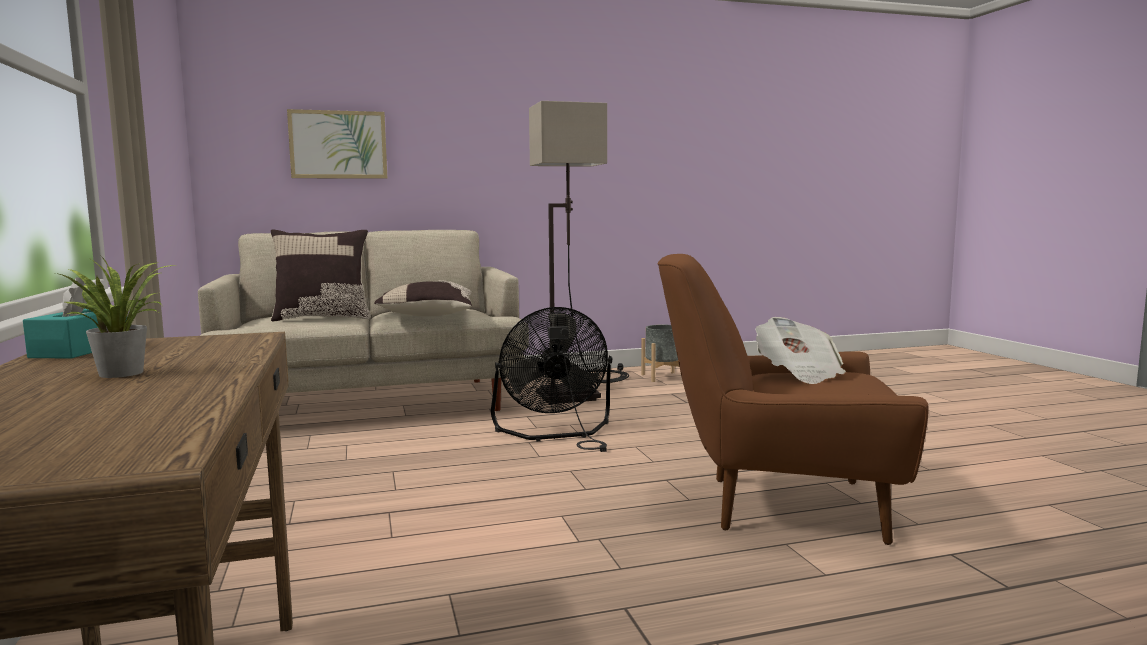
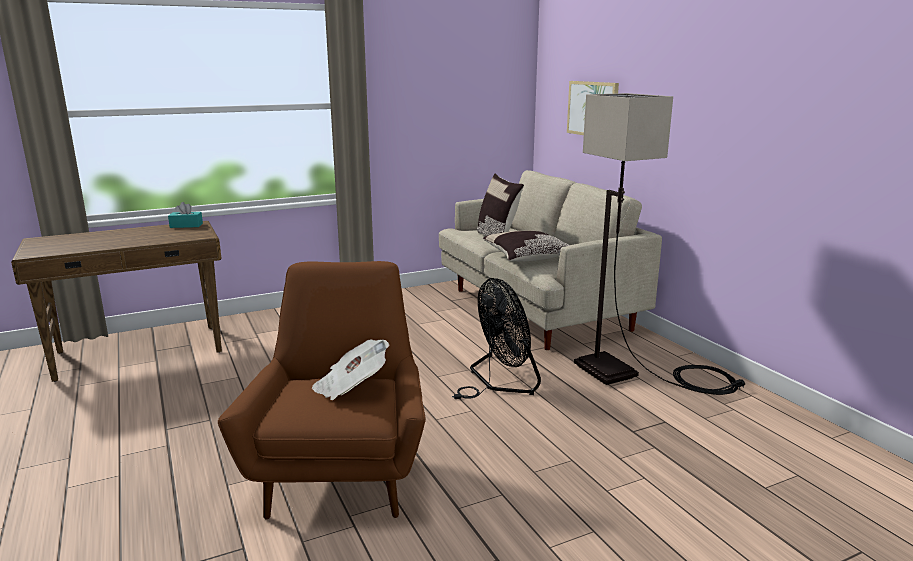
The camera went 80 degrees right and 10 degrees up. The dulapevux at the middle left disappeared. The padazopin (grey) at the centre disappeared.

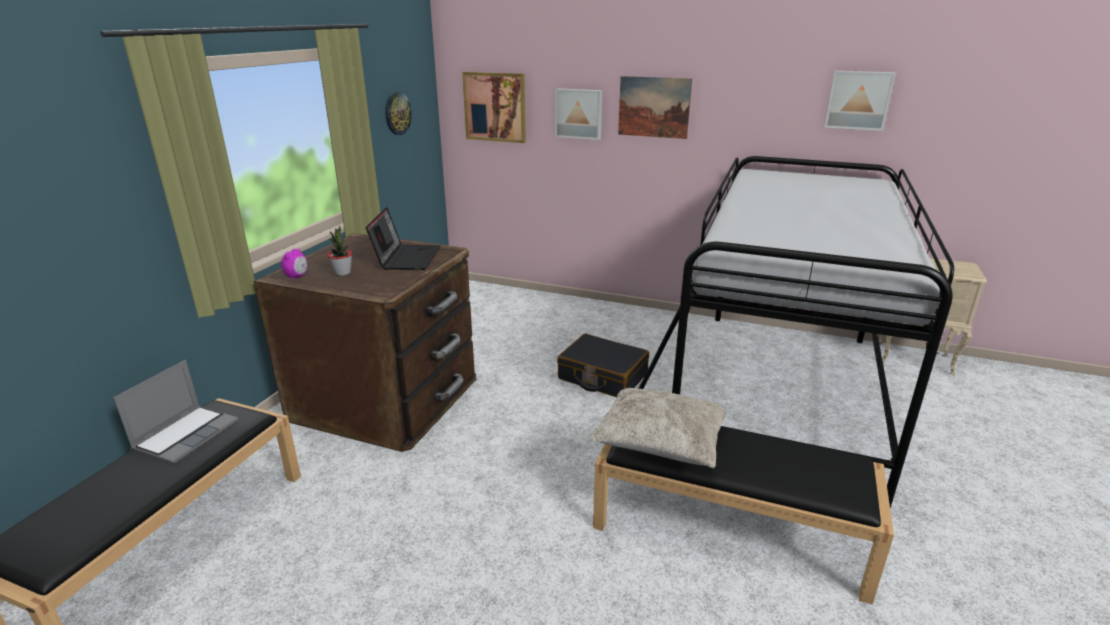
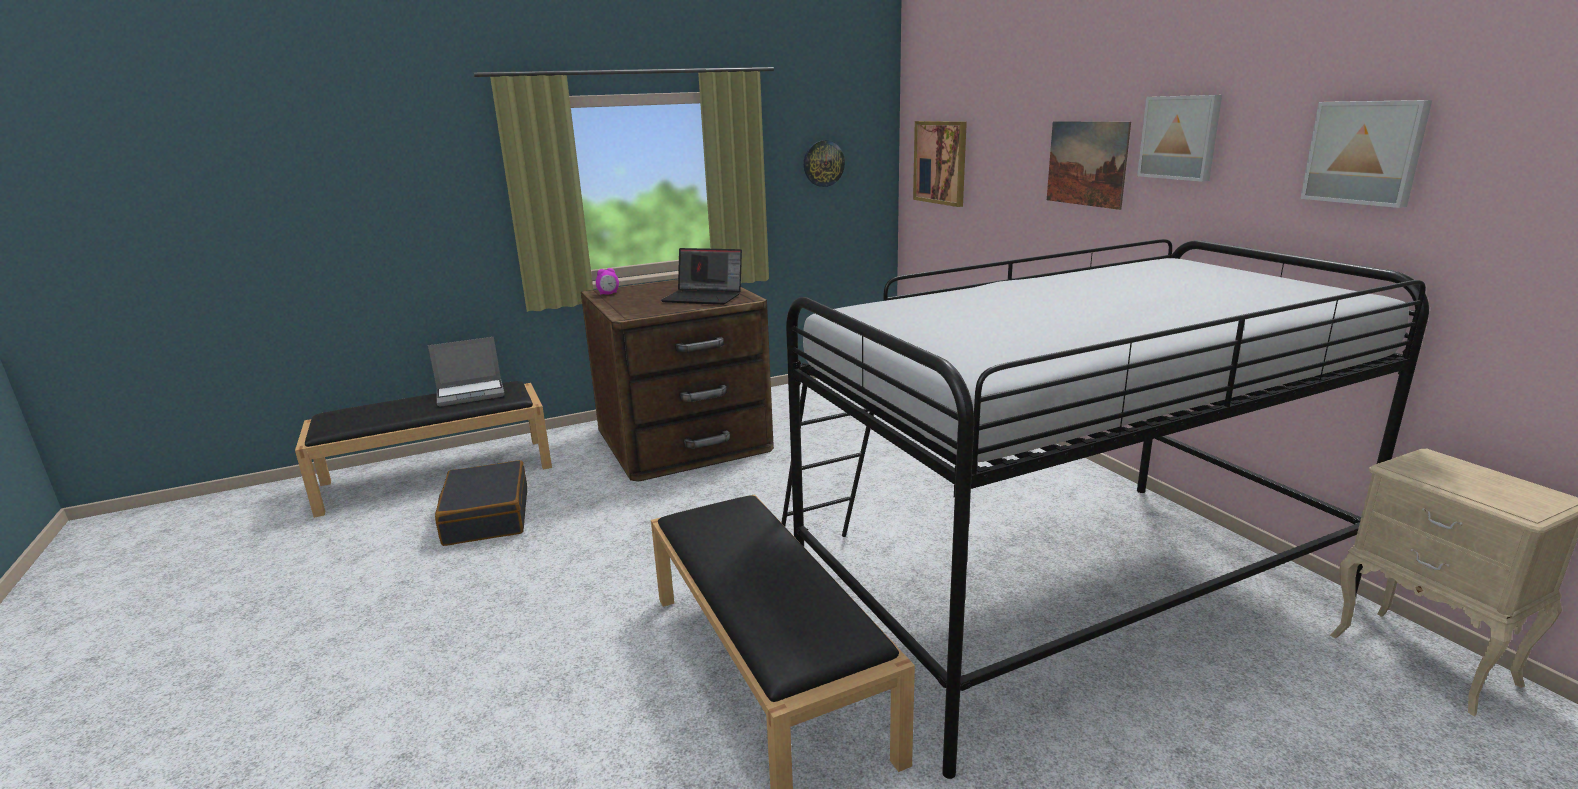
The camera went 45 degrees right and 5 degrees down. The dulapevux at the middle left disappeared. The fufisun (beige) at the bottom centre disappeared. The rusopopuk (no. 2 from left in the first image) moved from the top centre to the top right. The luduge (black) moved from the centre to the middle left. The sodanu (no. 2 from left) at the centre turned 60 degrees clockwise.

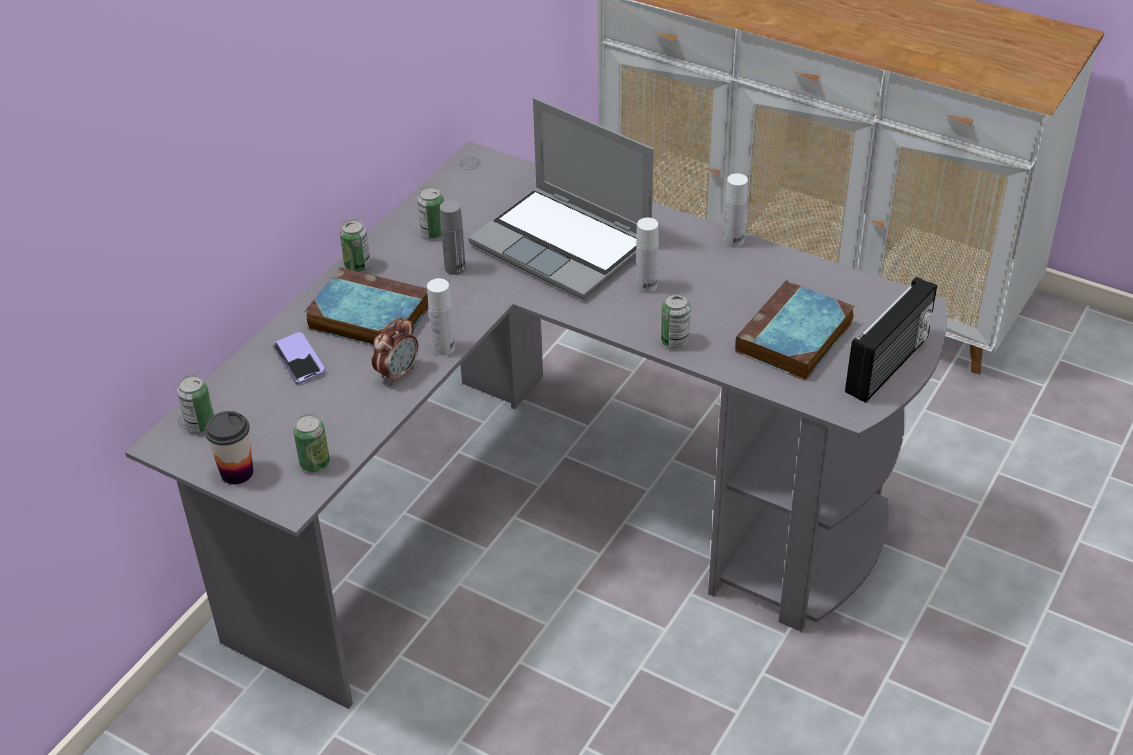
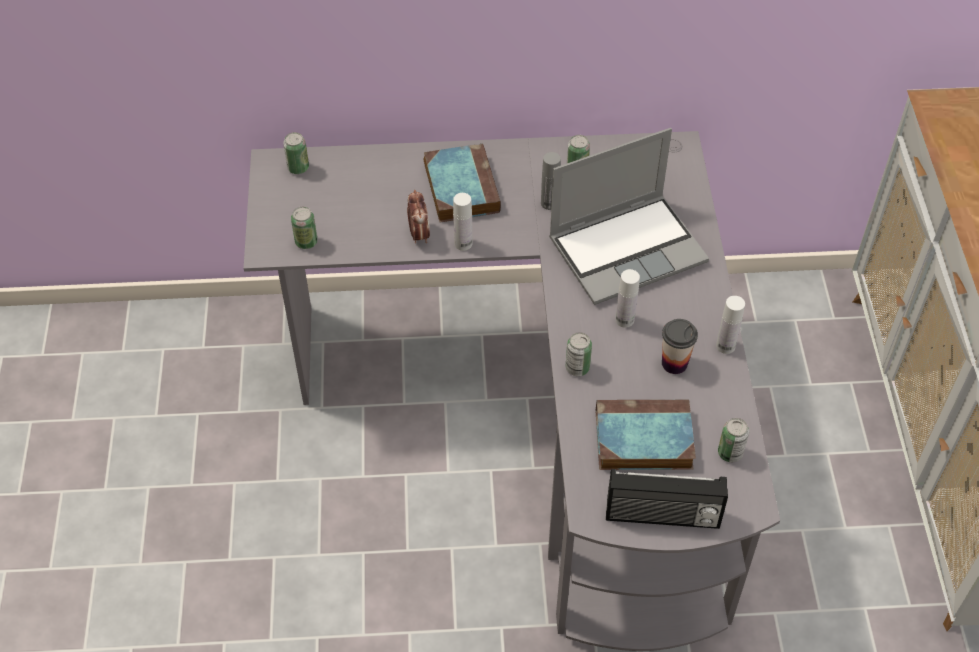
The camera went 55 degrees right and 10 degrees up. The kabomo at the middle left disappeared. The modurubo moved from the middle left to the middle right. The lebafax (no. 3 from left in the first image) moved from the top left to the bottom right. The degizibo at the centre turned 105 degrees counterclockwise. The sodanu at the top centre turned 120 degrees counterclockwise.

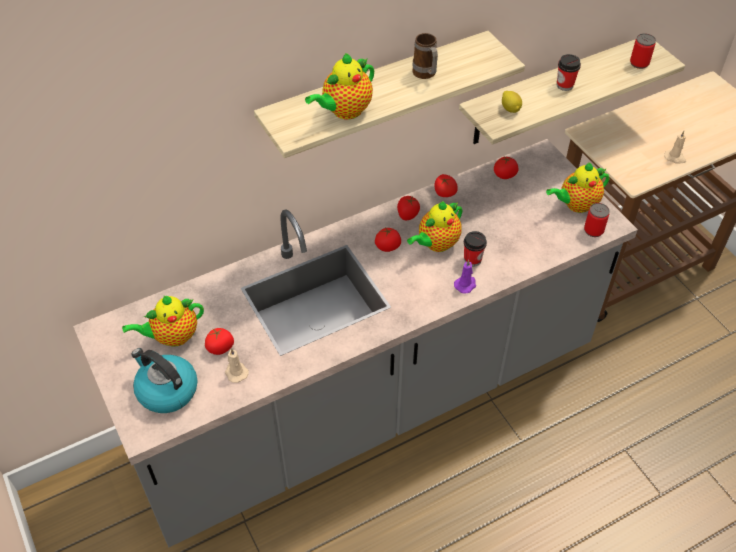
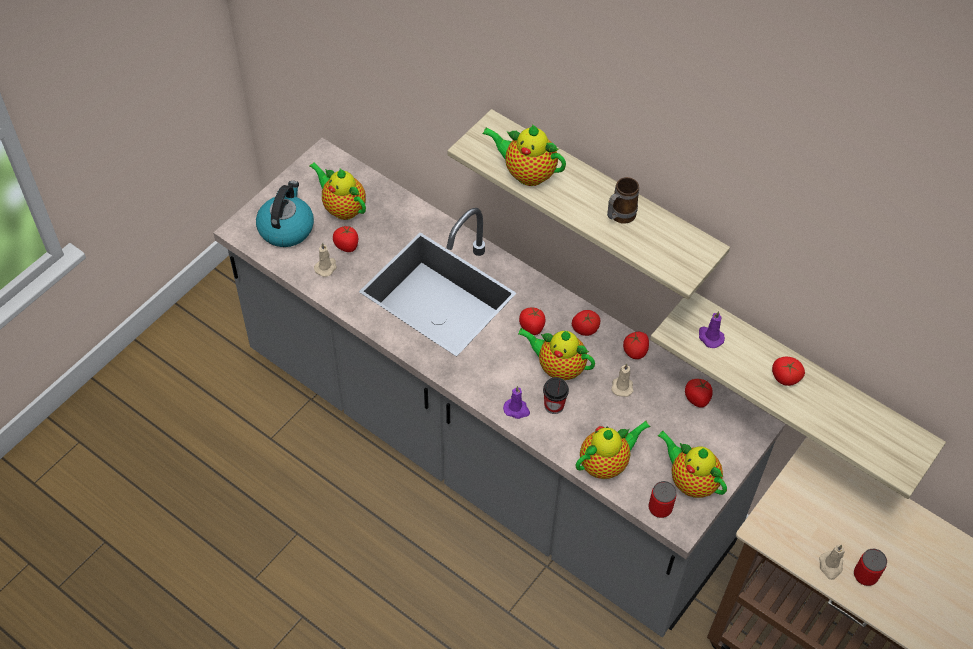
The camera went 65 degrees right and 5 degrees up. The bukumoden (no. 4 from left) at the bottom centre appeared. The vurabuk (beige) (no. 2 from left) at the centre appeared. The lebafax (no. 2 from left) moved from the top right to the bottom right. The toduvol at the top right was replaced by the vurabuk (purple) (no. 2 from left) at the middle right. The modurubo (no. 2 from left) at the top right was replaced by the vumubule (no. 6 from left) at the middle right.

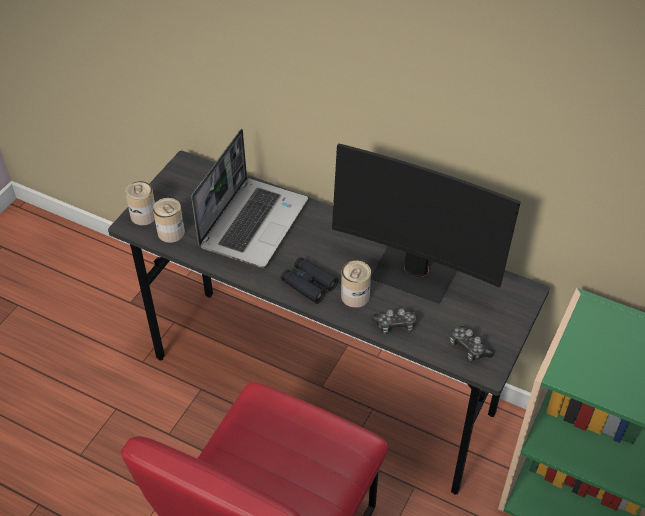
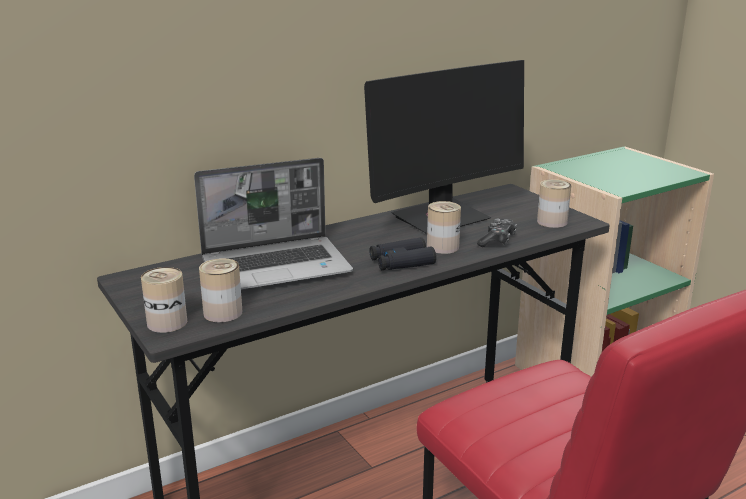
The camera went 60 degrees left and 25 degrees down. The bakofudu (no. 2 from left) at the middle right was replaced by the lebafax (no. 4 from left) at the middle right. The sodanu at the centre turned 105 degrees clockwise.

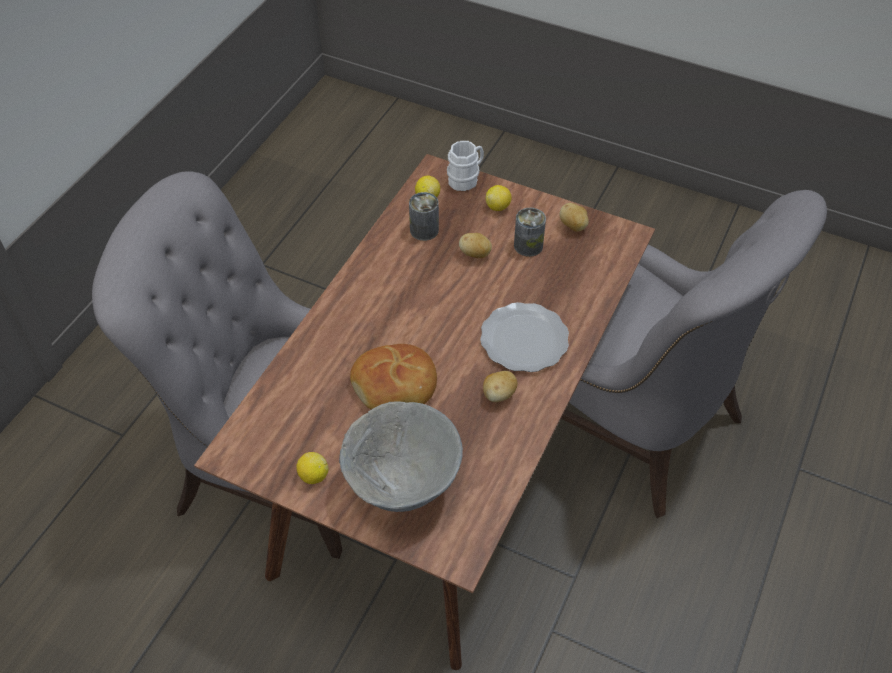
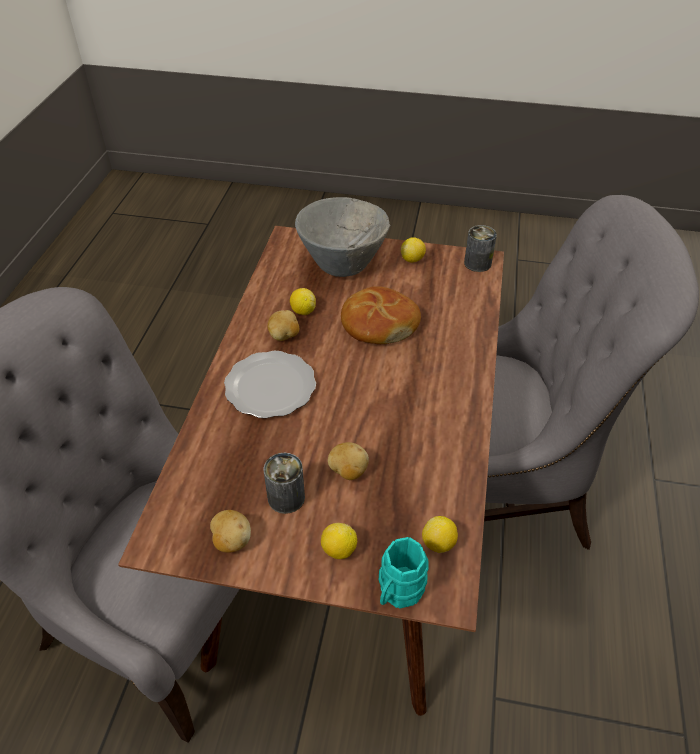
The camera went 165 degrees right and 5 degrees down. The toduvol (no. 1 from left) at the centre appeared. The lebafax (no. 1 from left in the first image) moved from the top centre to the top right. The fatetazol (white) at the top centre became the fatetazol (turquoise) at the bottom centre.

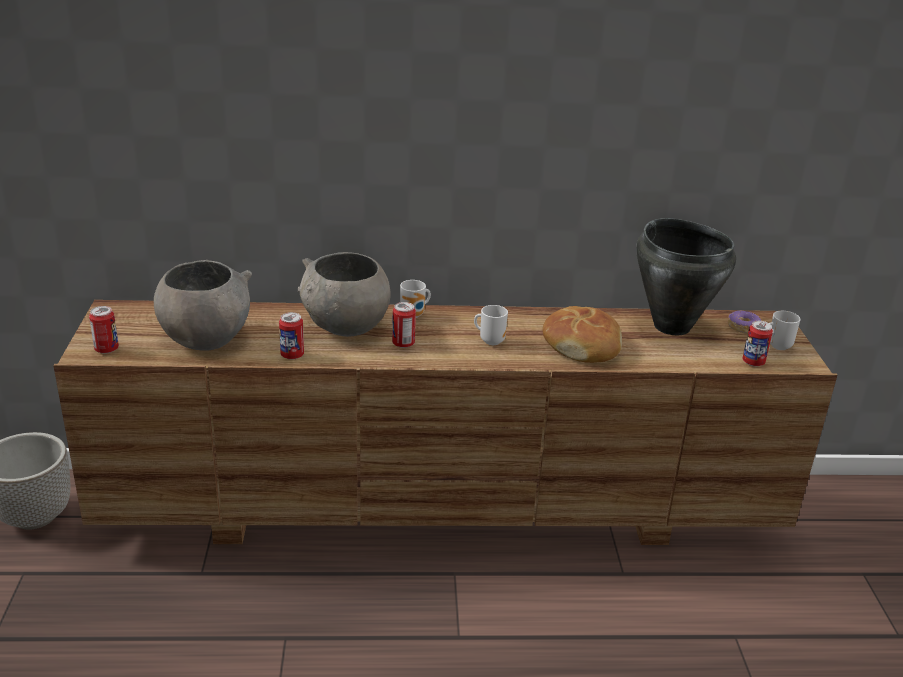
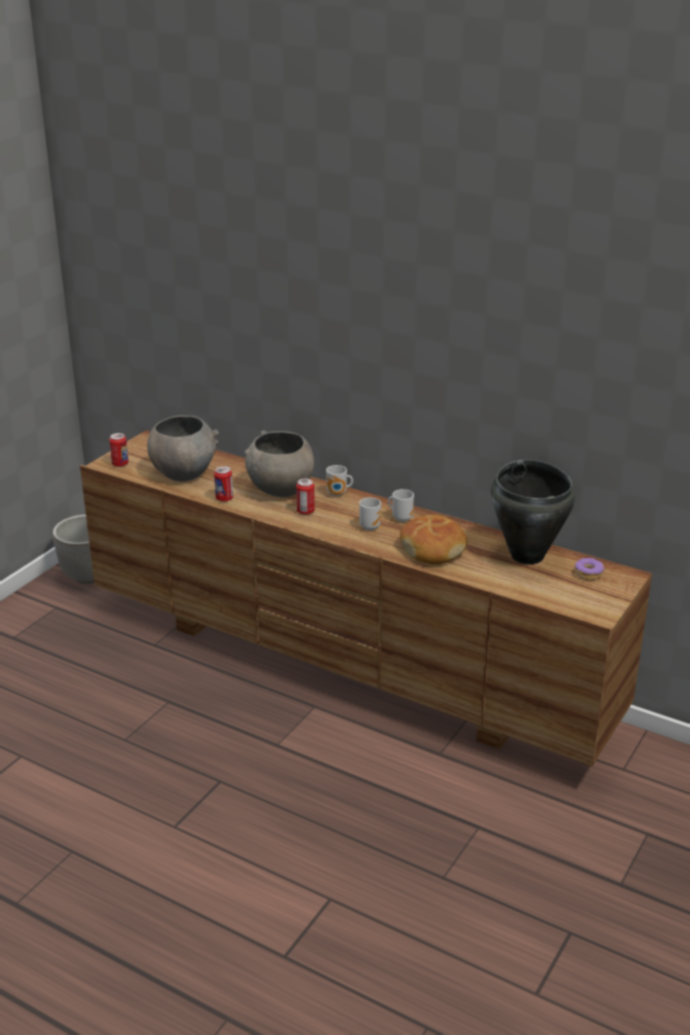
The camera went 35 degrees right and 0 degrees up. The lebafax (no. 4 from left) at the middle right disappeared. The fatetazol (no. 3 from left) moved from the middle right to the centre.

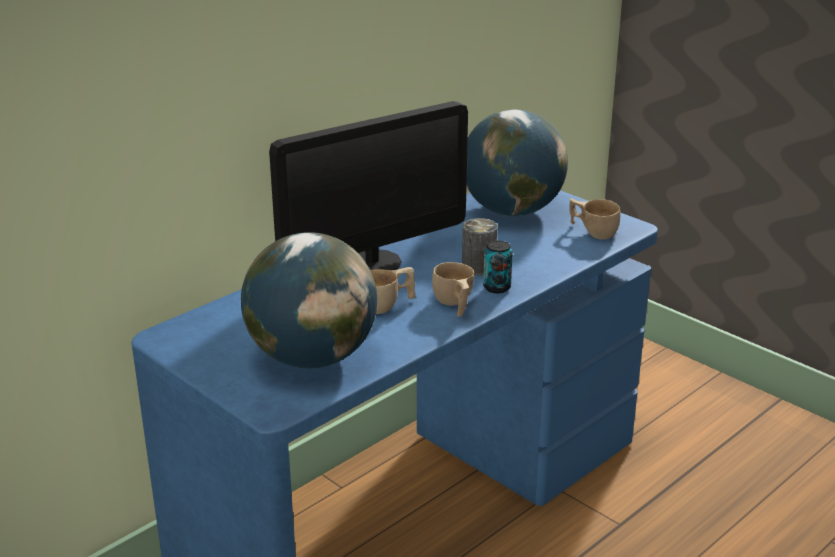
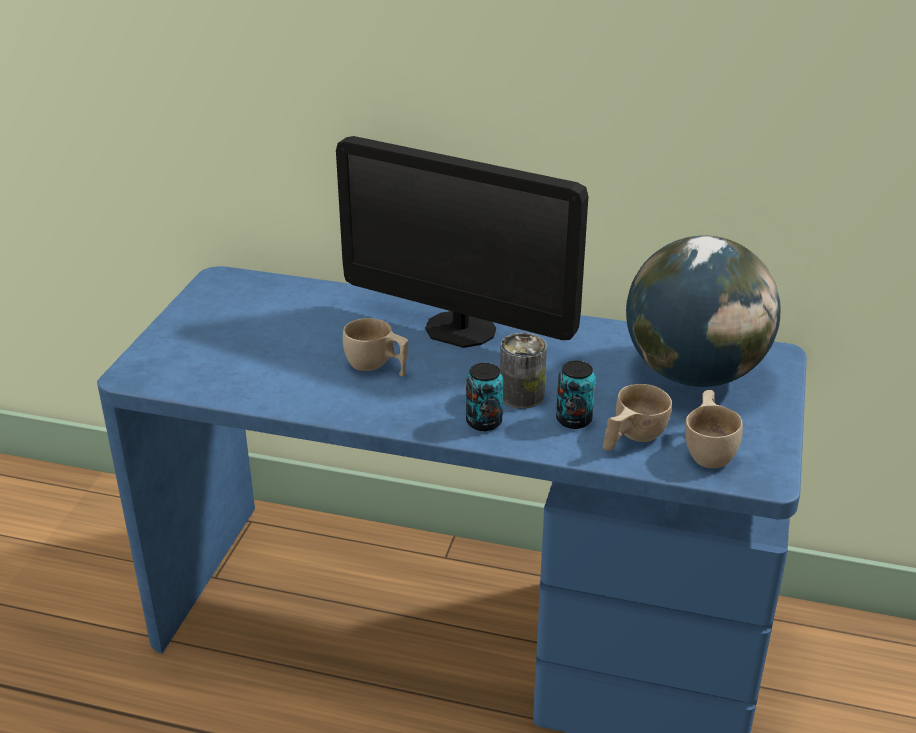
The camera went 60 degrees right and 5 degrees up. The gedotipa (no. 1 from left) at the centre disappeared. The lebafax (no. 3 from left) at the centre appeared. The modurubo (beige) (no. 2 from left) moved from the centre to the middle right.

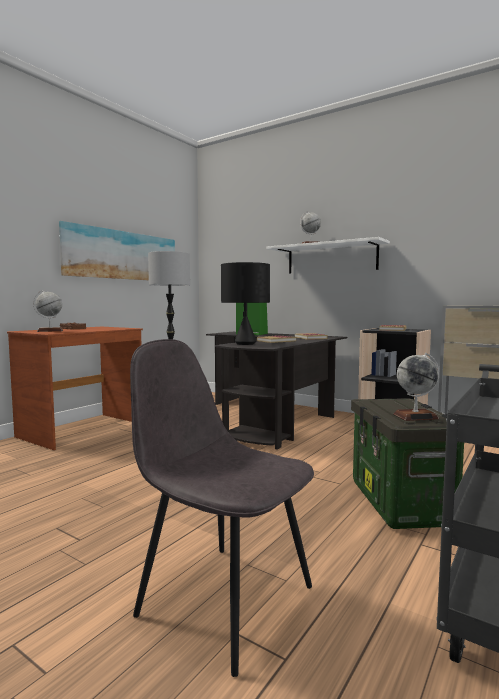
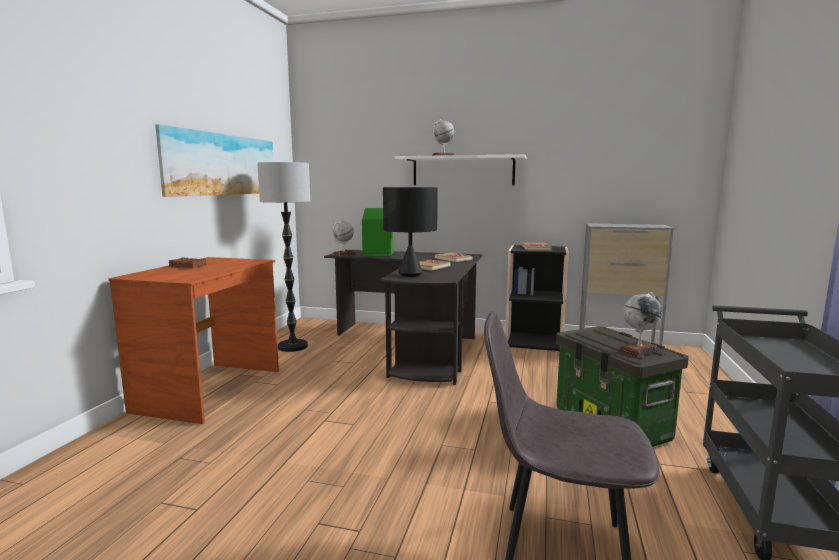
The camera went 20 degrees left and 5 degrees up. The gedotipa (no. 1 from left) moved from the middle left to the centre.

